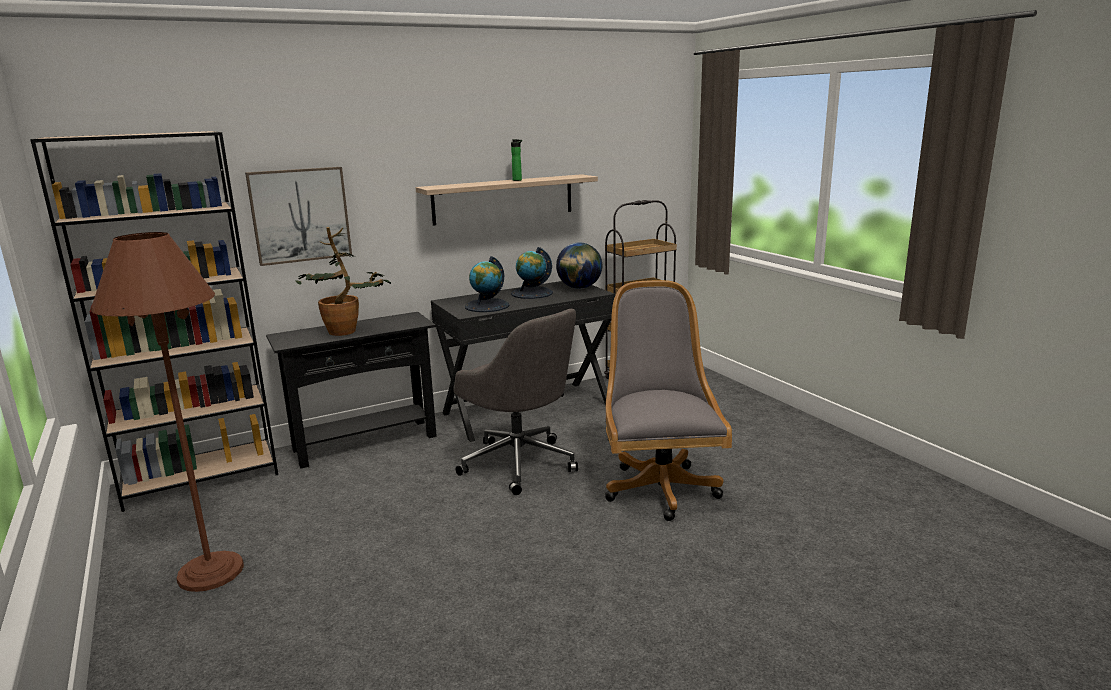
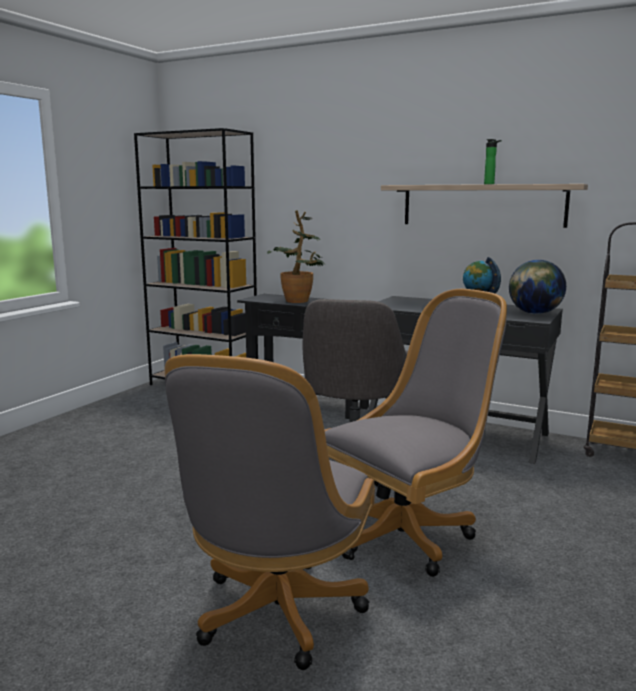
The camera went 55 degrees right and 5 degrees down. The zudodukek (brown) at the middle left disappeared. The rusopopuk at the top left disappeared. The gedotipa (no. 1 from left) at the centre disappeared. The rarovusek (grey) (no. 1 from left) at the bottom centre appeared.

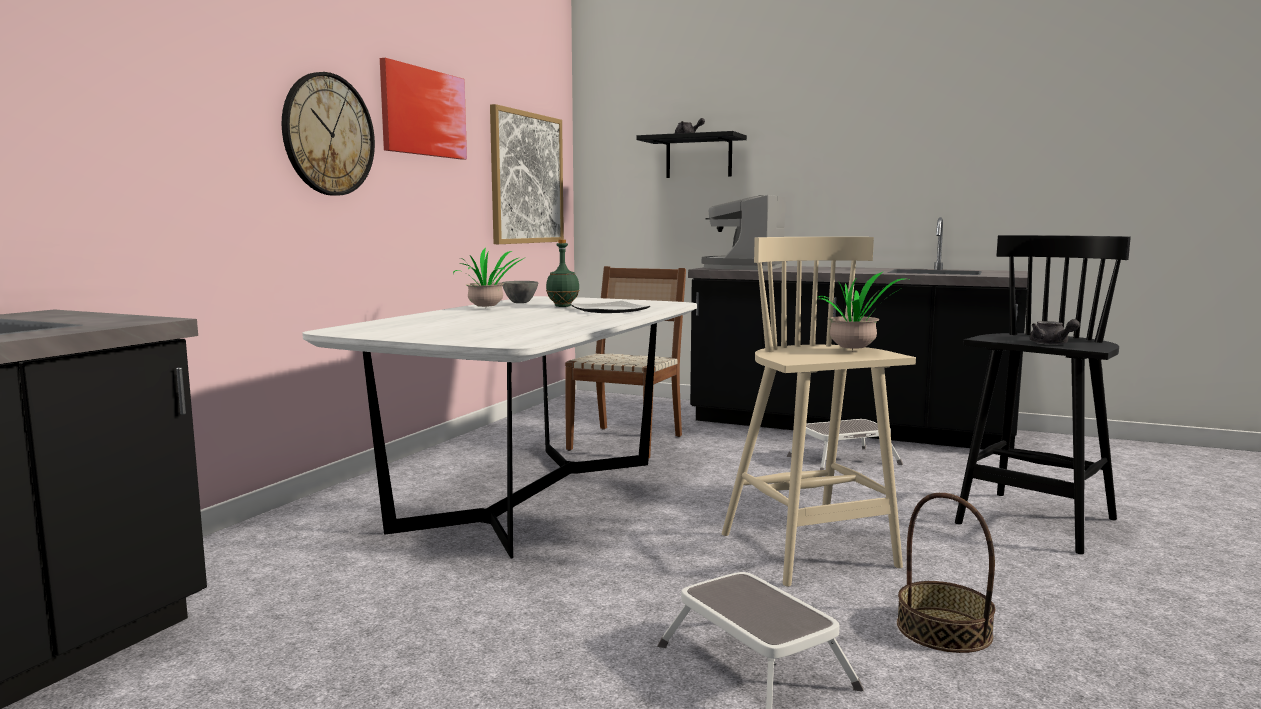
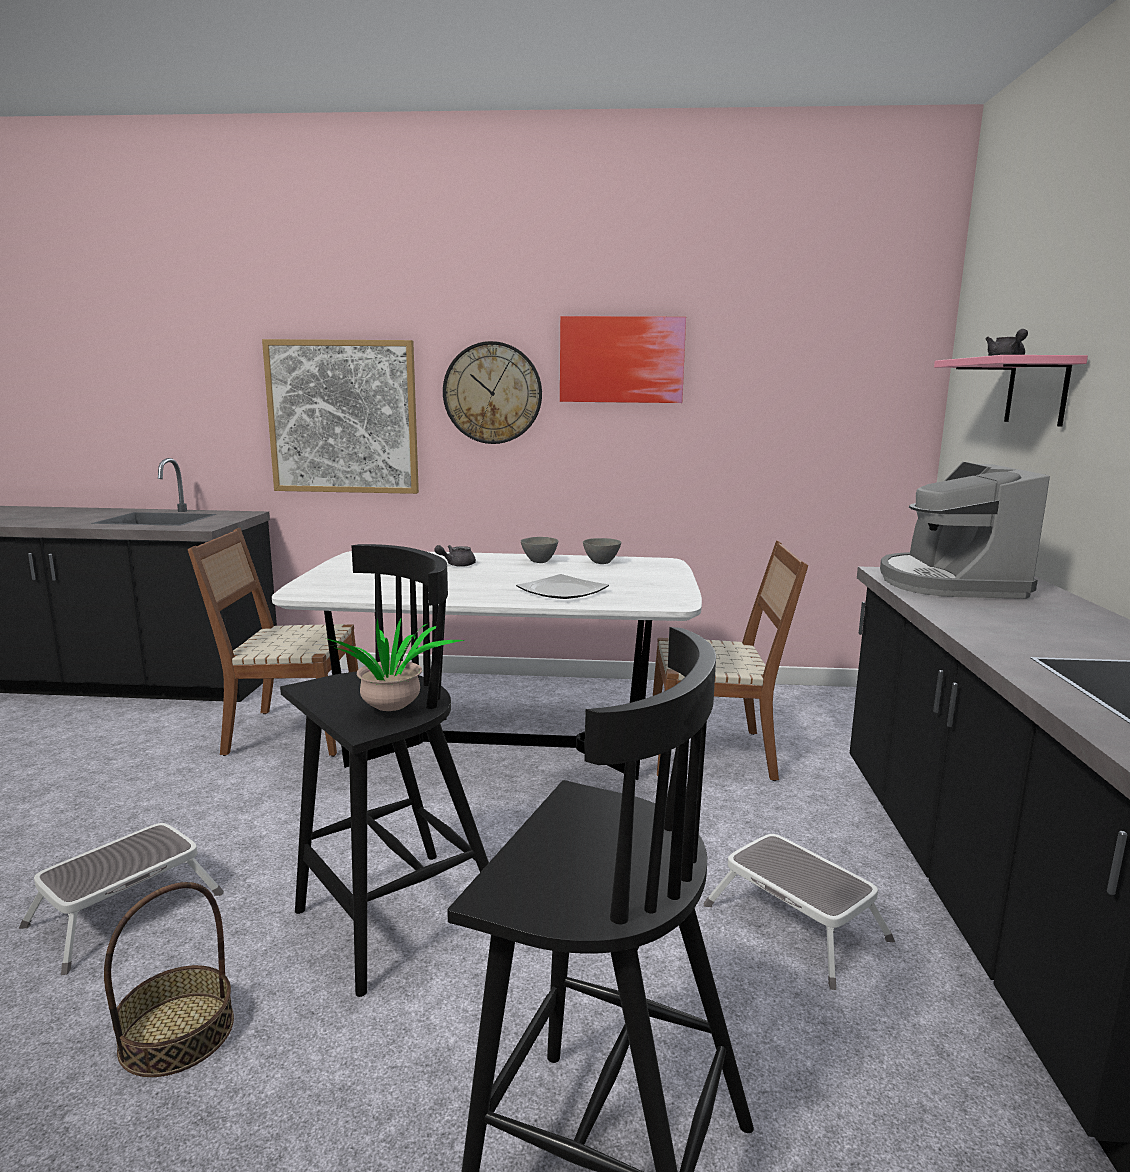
The camera went 70 degrees right and 5 degrees up. The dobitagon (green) at the centre disappeared. The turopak (no. 1 from left) at the middle left appeared. The rusopopuk (no. 2 from left in the first image) moved from the top centre to the middle left. The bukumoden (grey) (no. 2 from left in the first image) moved from the middle right to the centre. The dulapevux (no. 1 from left) at the centre was replaced by the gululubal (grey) (no. 1 from left) at the centre. The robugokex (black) at the top centre became the robugokex (pink) at the middle right. The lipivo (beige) at the centre became the lipivo (black) (no. 1 from left) at the centre. The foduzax at the top centre turned 90 degrees counterclockwise.

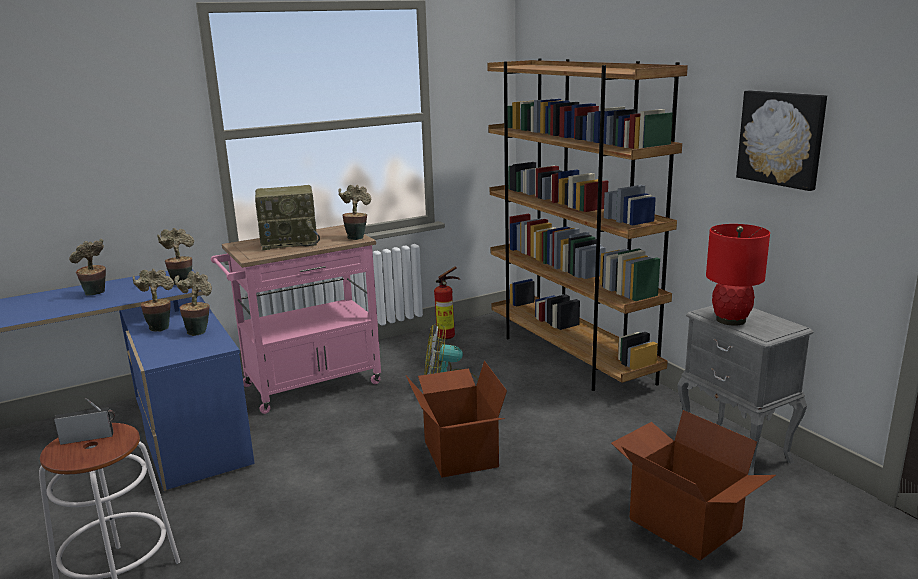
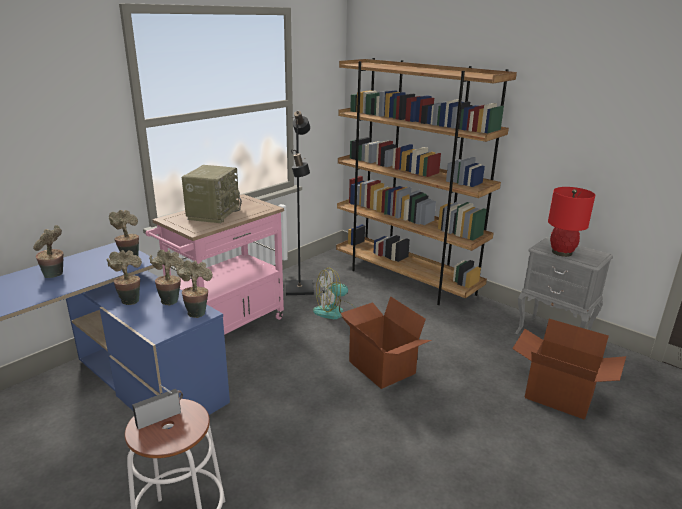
The camera went 20 degrees left and 5 degrees up. The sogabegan at the centre disappeared. The rusopopuk at the top right disappeared. The zudodukek (black) at the centre appeared. The dulapevux (no. 5 from left) moved from the centre to the middle left. The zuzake (no. 2 from left) at the middle left turned 45 degrees counterclockwise.

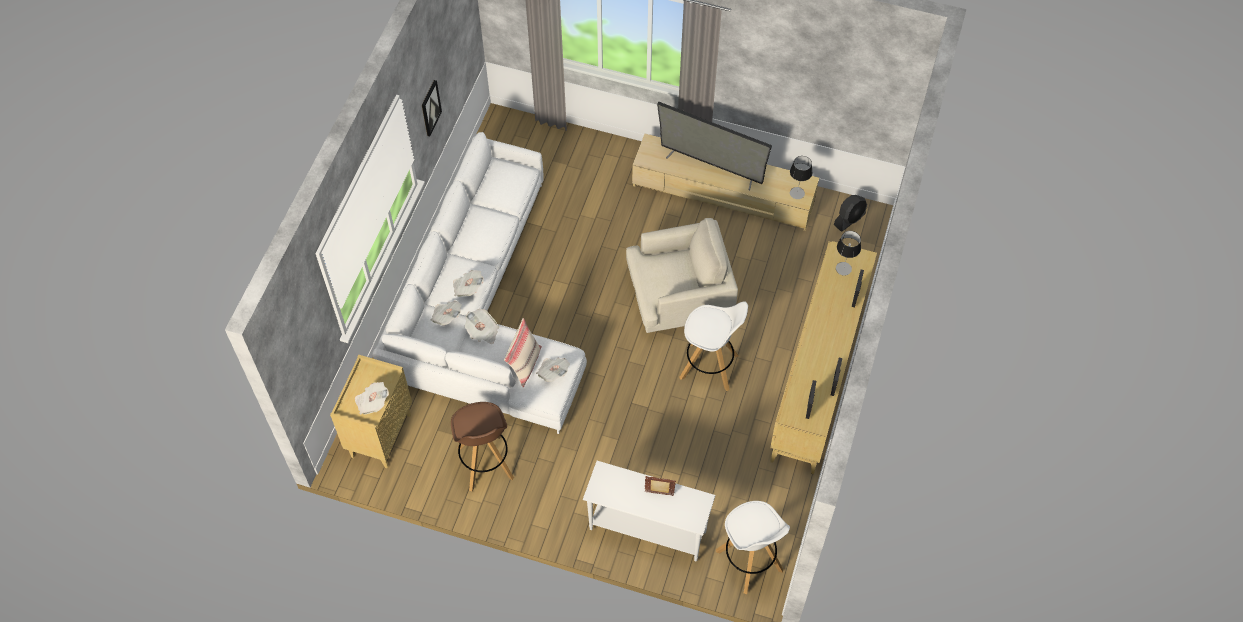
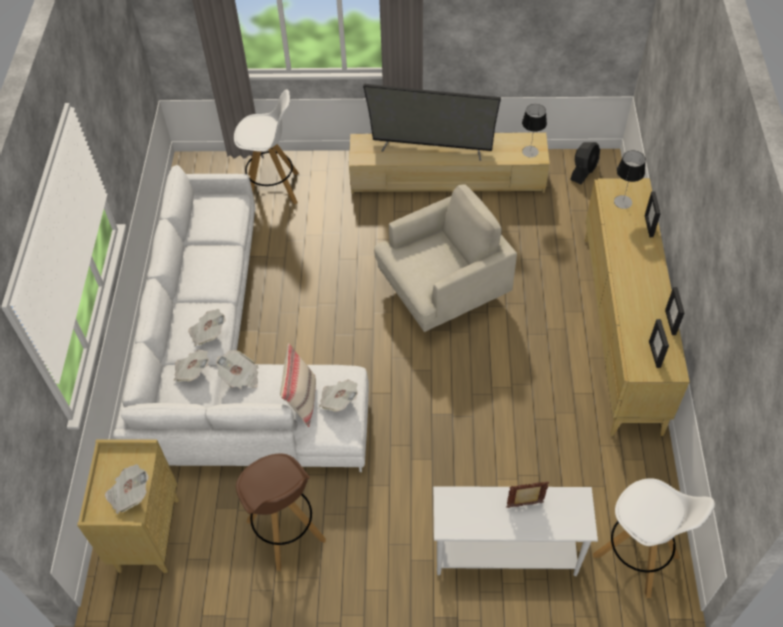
The camera went 15 degrees left and 5 degrees down. The rusopopuk at the top centre disappeared. The lipivo (white) (no. 1 from left) moved from the centre to the top centre.

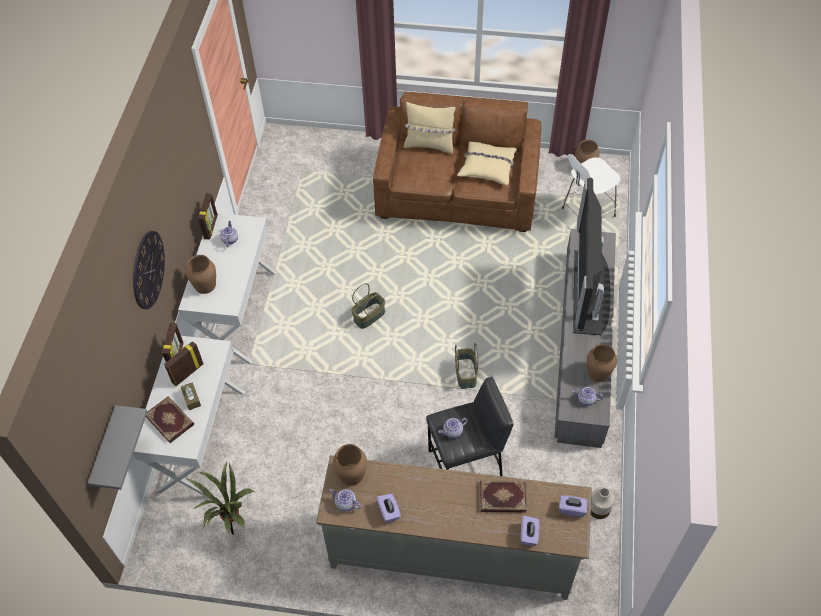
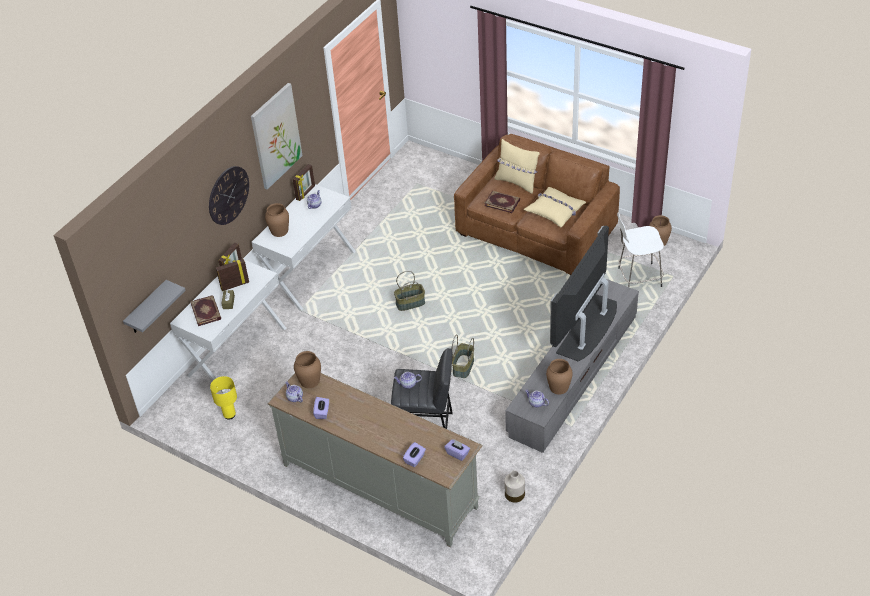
The camera went 25 degrees right and 10 degrees down. The rusopopuk at the top left appeared. The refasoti (no. 2 from left) moved from the bottom centre to the centre. The dulapevux at the bottom left was replaced by the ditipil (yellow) at the bottom left.

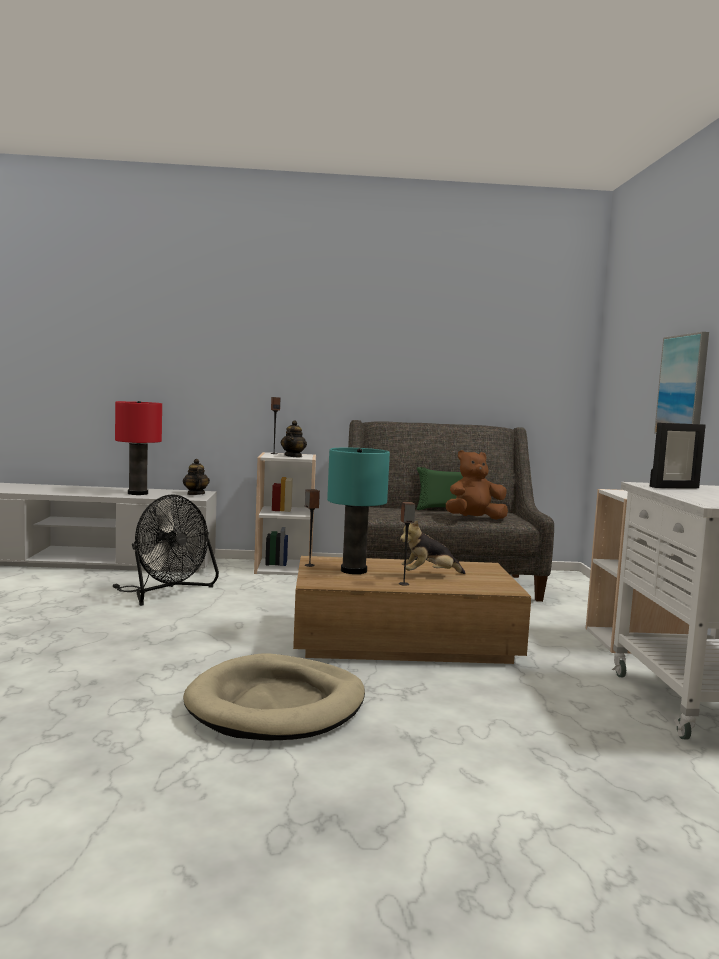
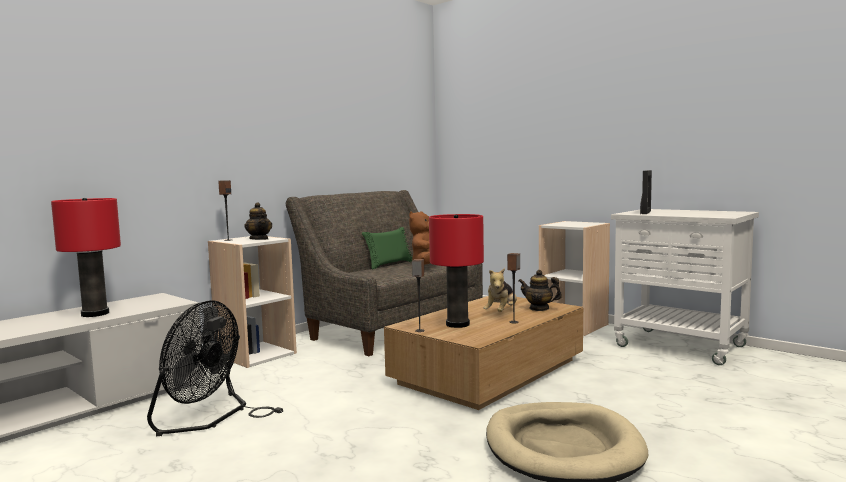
The camera went 45 degrees left and 0 degrees up. The rusopopuk at the middle right disappeared. The bukumoden (no. 1 from left in the first image) moved from the middle left to the centre. The ditipil (turquoise) at the centre became the ditipil (red) (no. 2 from left) at the centre. The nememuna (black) at the middle left turned 150 degrees counterclockwise.

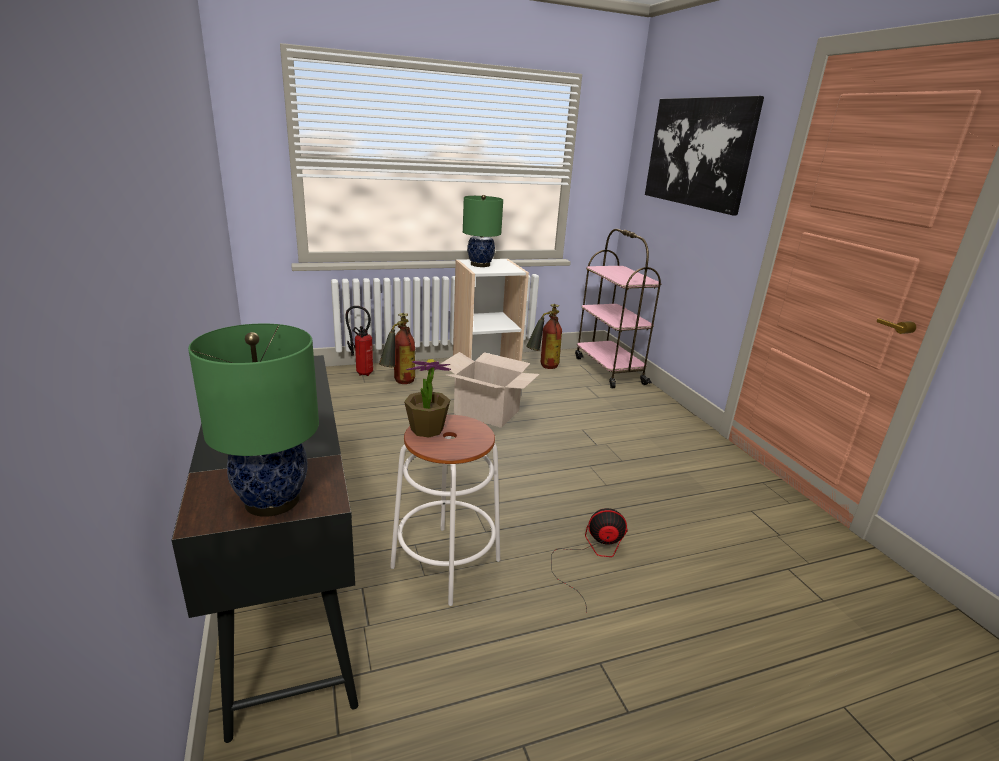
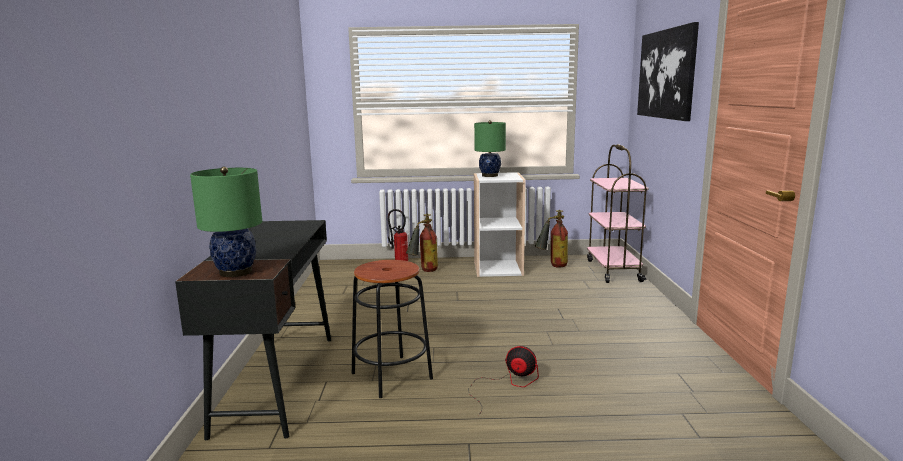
The camera went 20 degrees right and 10 degrees down. The dulapevux at the centre disappeared. The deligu at the centre disappeared. The lipivo (white) at the bottom centre became the lipivo (black) at the bottom centre.

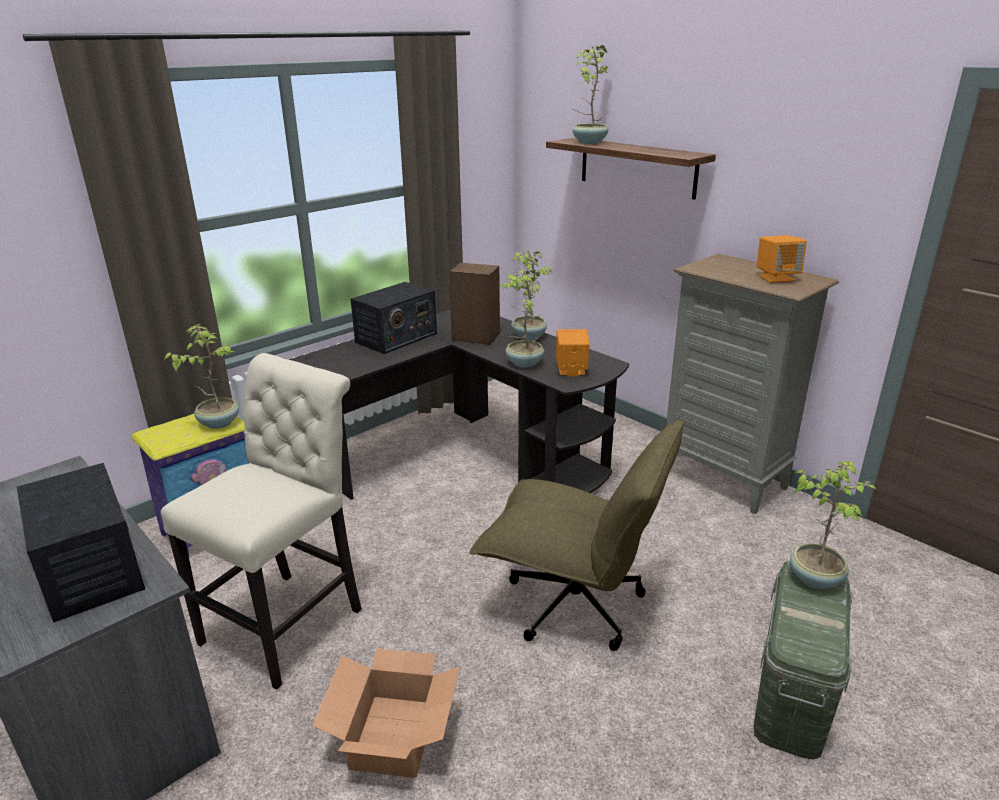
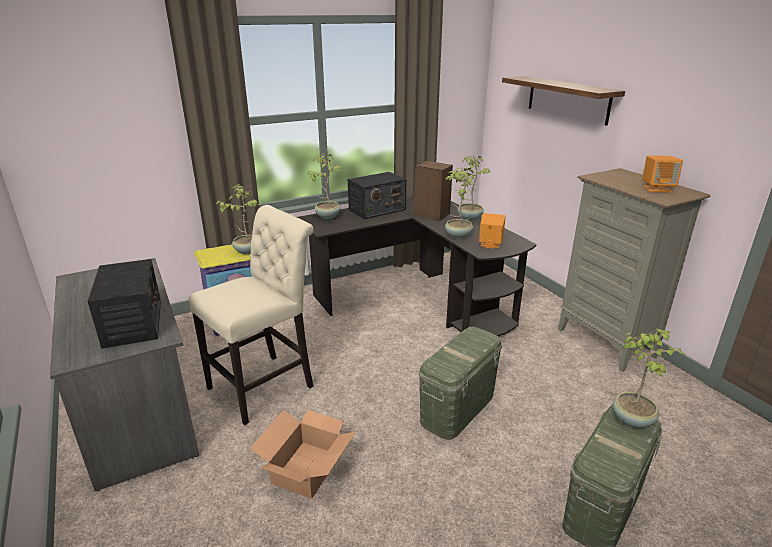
The camera went 15 degrees right and 0 degrees up. The dulapevux (no. 4 from left in the first image) moved from the top centre to the centre. The rarovusek (beige) at the bottom centre was replaced by the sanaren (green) (no. 1 from left) at the bottom centre.

